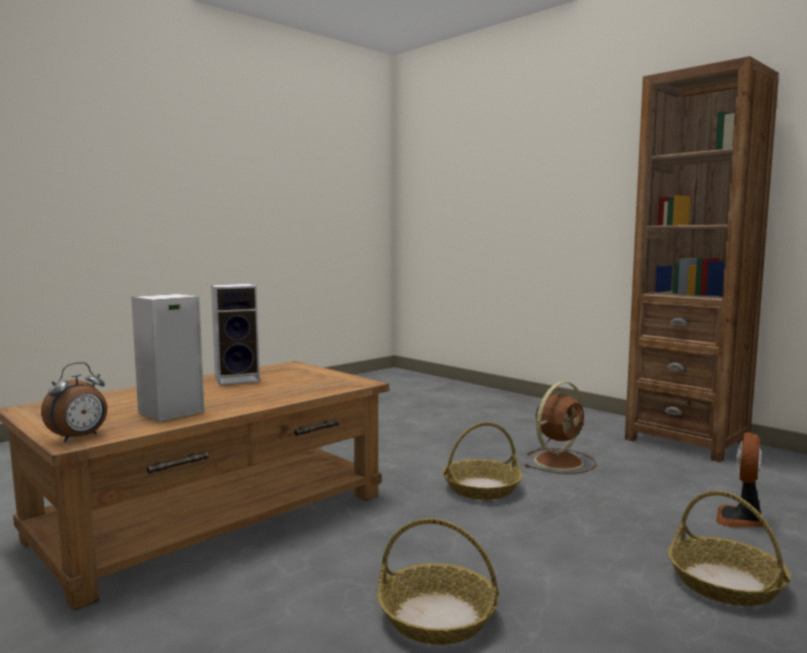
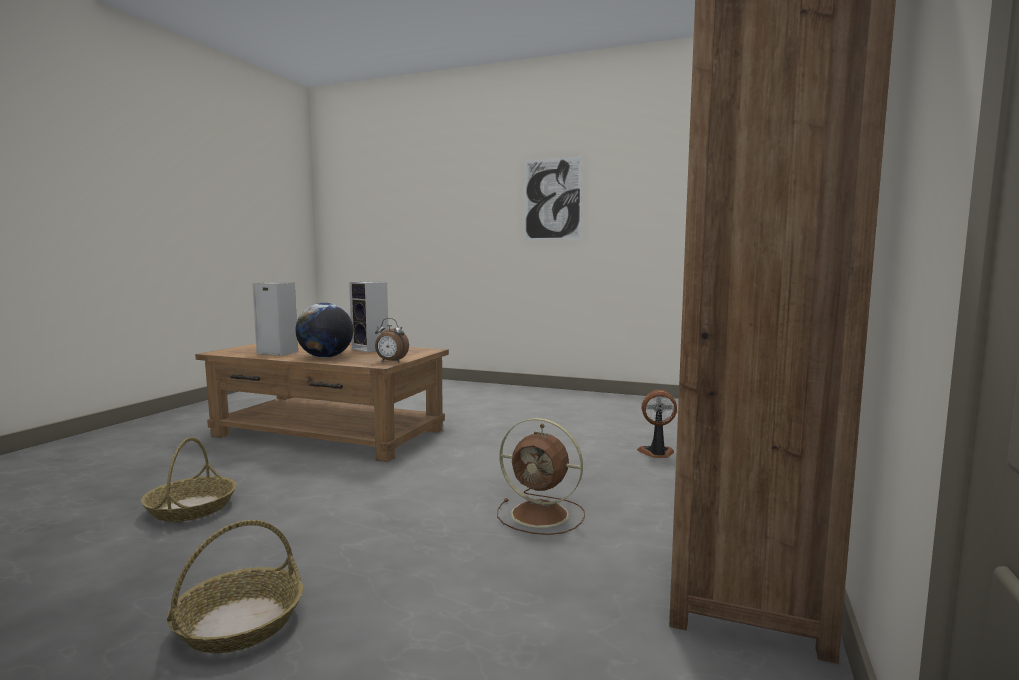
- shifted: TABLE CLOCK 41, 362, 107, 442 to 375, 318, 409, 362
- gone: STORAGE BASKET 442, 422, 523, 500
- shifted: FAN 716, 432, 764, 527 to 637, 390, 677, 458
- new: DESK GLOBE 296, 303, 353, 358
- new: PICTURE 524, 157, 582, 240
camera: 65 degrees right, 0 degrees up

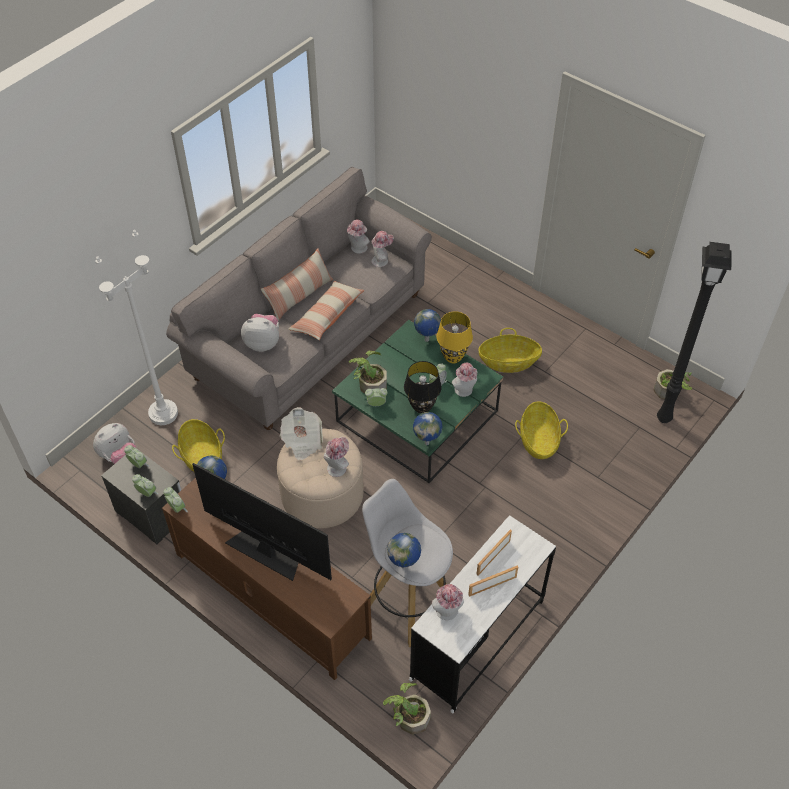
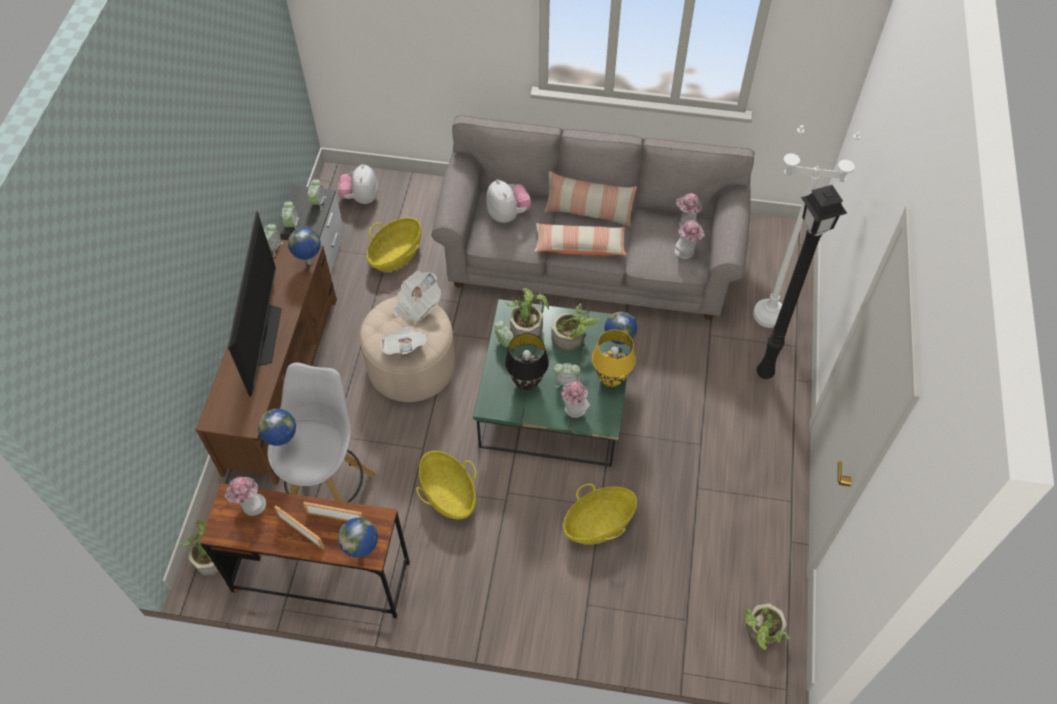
- rotated: SOFT TOY 93, 423, 136, 464 = 338, 164, 378, 204 75 degrees clockwise
- shifted: WHITE-COLOURED STANDARD LAMP 95, 230, 178, 425 to 753, 125, 861, 328
- swapped: WEARABLE HAT 324, 437, 349, 477 to DAILY PAPER 381, 326, 428, 355
- repainted: WHITE-COLOURED DESK UNIT 409, 515, 556, 714 to BROWNISH DESK UNIT 200, 483, 410, 618
- shifted: DESK GLOBE 413, 412, 442, 445 to 338, 518, 378, 558
- shifted: STORAGE BASKET 478, 328, 542, 373 to 416, 451, 476, 519
- shifted: BLACKISH STANDARD LAMP 657, 242, 731, 423 to 757, 185, 847, 379
- new: POTTED PLANT 551, 303, 599, 351
camera: 60 degrees right, 5 degrees up

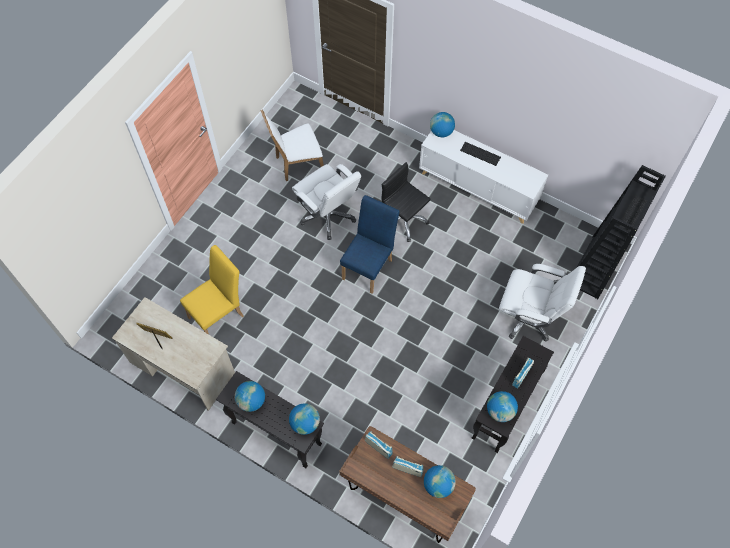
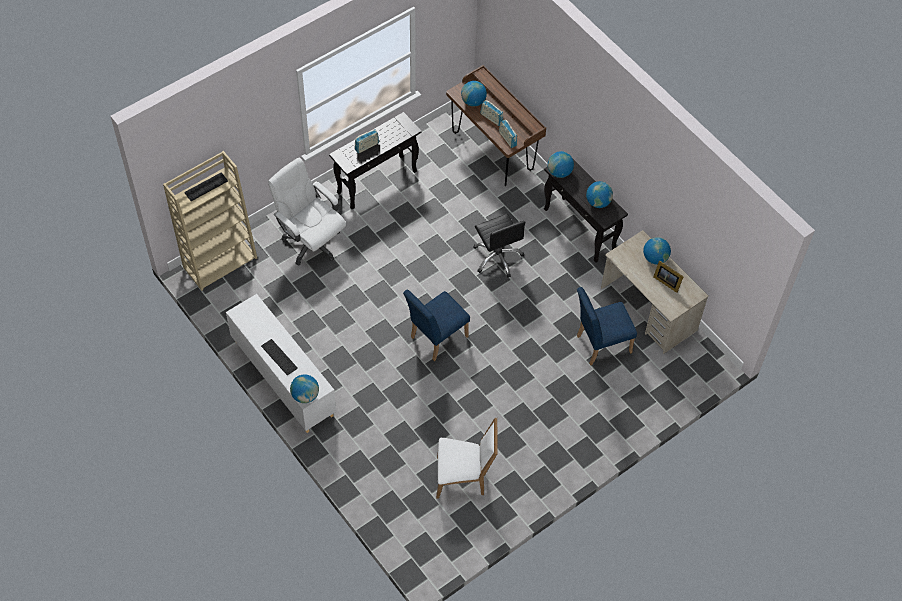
- repainted: YELLOW CHAIR 180, 245, 244, 334 to BLUISH CHAIR 577, 287, 637, 365
- gone: WHITE-COLOURED DESK CHAIR 292, 164, 361, 240
- shifted: BLACKISH DESK CHAIR 382, 162, 430, 242 to 473, 214, 525, 278
- shifted: DESK GLOBE 487, 391, 518, 422 to 643, 237, 671, 264
- repainted: BLACKISH BOOKCASE 576, 165, 666, 299 to SAND-COLOURED BOOKCASE 163, 151, 257, 291
camera: 160 degrees left, 5 degrees down

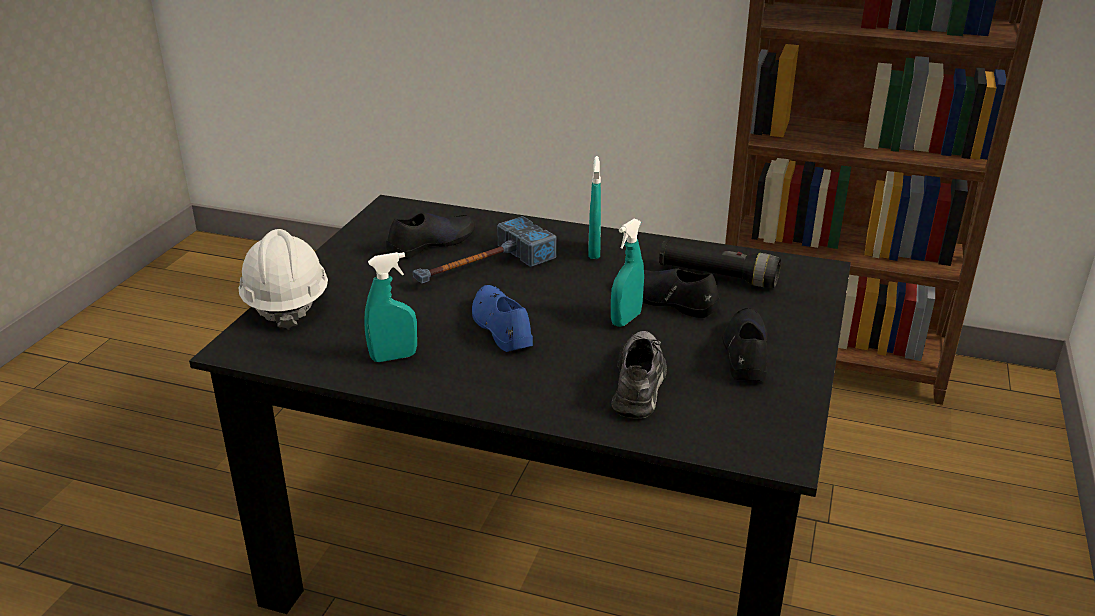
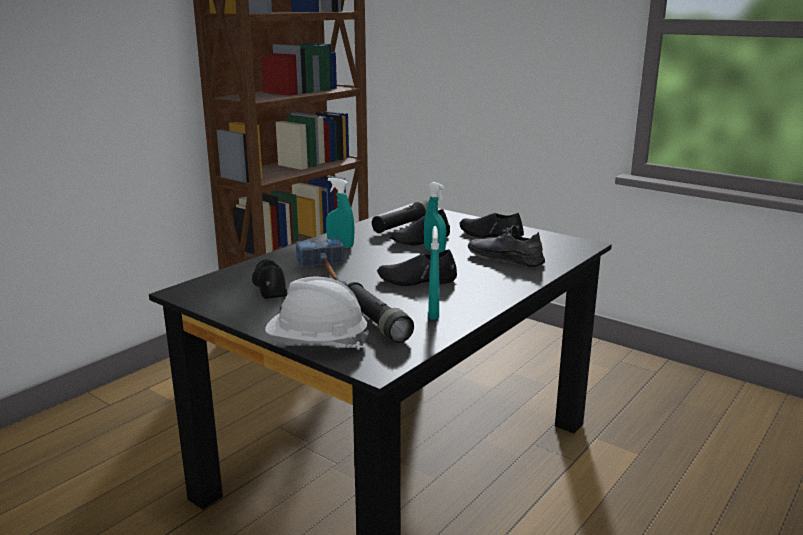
- repainted: BLUISH LOW SHOE 472, 285, 533, 352 to BLACKISH LOW SHOE 377, 249, 457, 286
- new: BLACKISH FLASHLIGHT 347, 282, 414, 343
camera: 70 degrees left, 10 degrees down

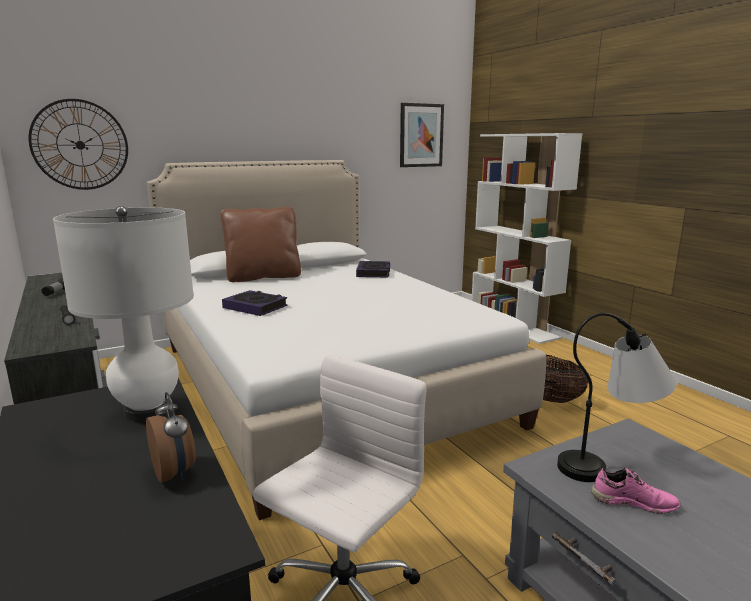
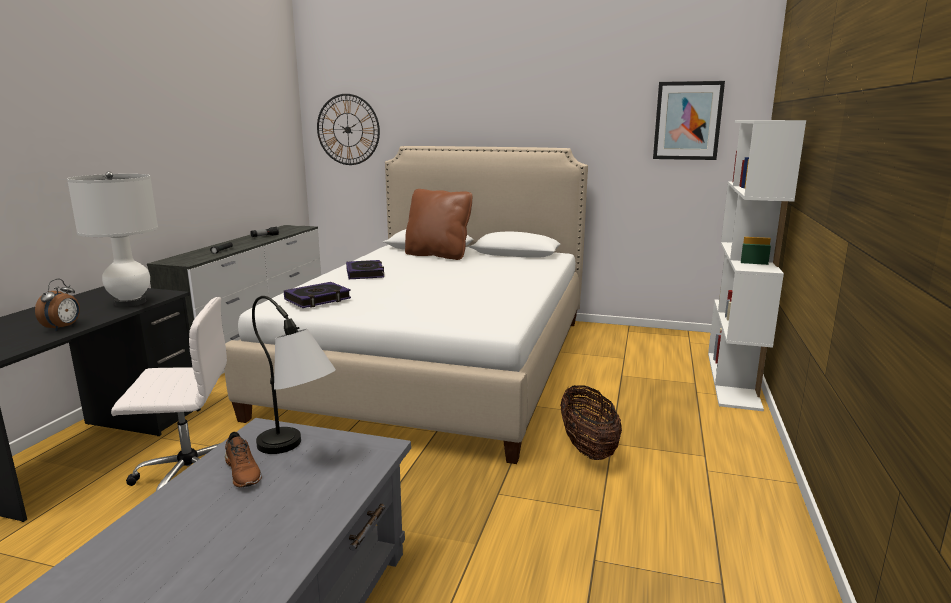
- shifted: BOUND BOOK 356, 261, 390, 277 to 284, 282, 351, 308
- repainted: PINK LOW SHOE 591, 467, 681, 514 to BROWNISH LOW SHOE 225, 431, 262, 487
camera: 45 degrees right, 0 degrees up

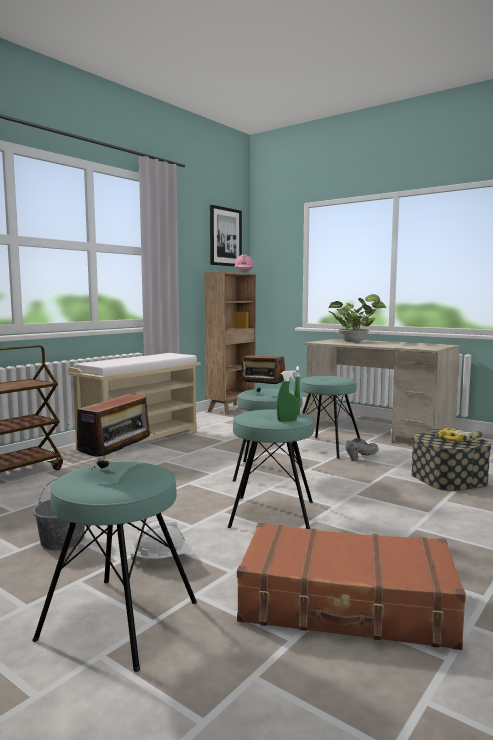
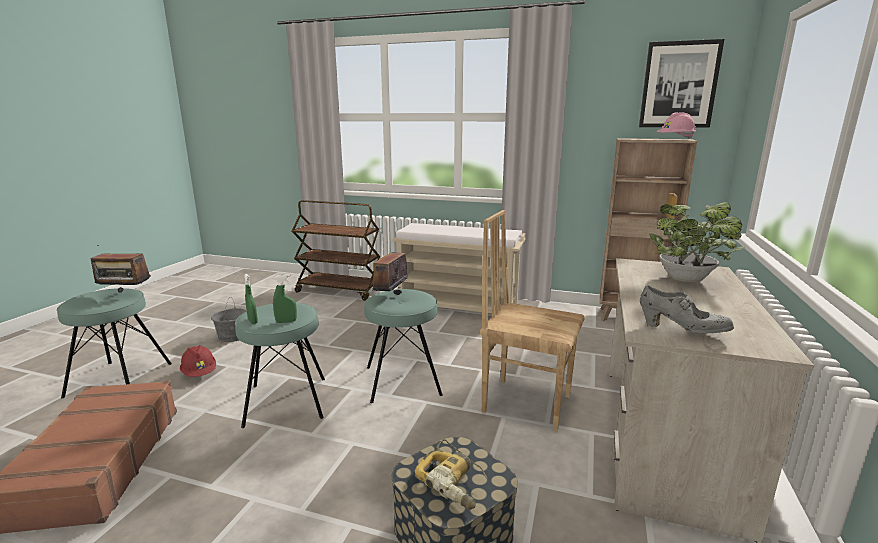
- repainted: WHITE-COLOURED WORK HELMET 130, 518, 192, 563 to REDDISH WORK HELMET 180, 345, 216, 377
- swapped: TURQUOISE-COLOURED SITTING STOOL 300, 376, 360, 459 to BROWNISH CHAIR 480, 210, 585, 432
- shifted: GREYISH LOW SHOE 345, 438, 379, 461 to 640, 285, 734, 333
camera: 70 degrees right, 10 degrees up

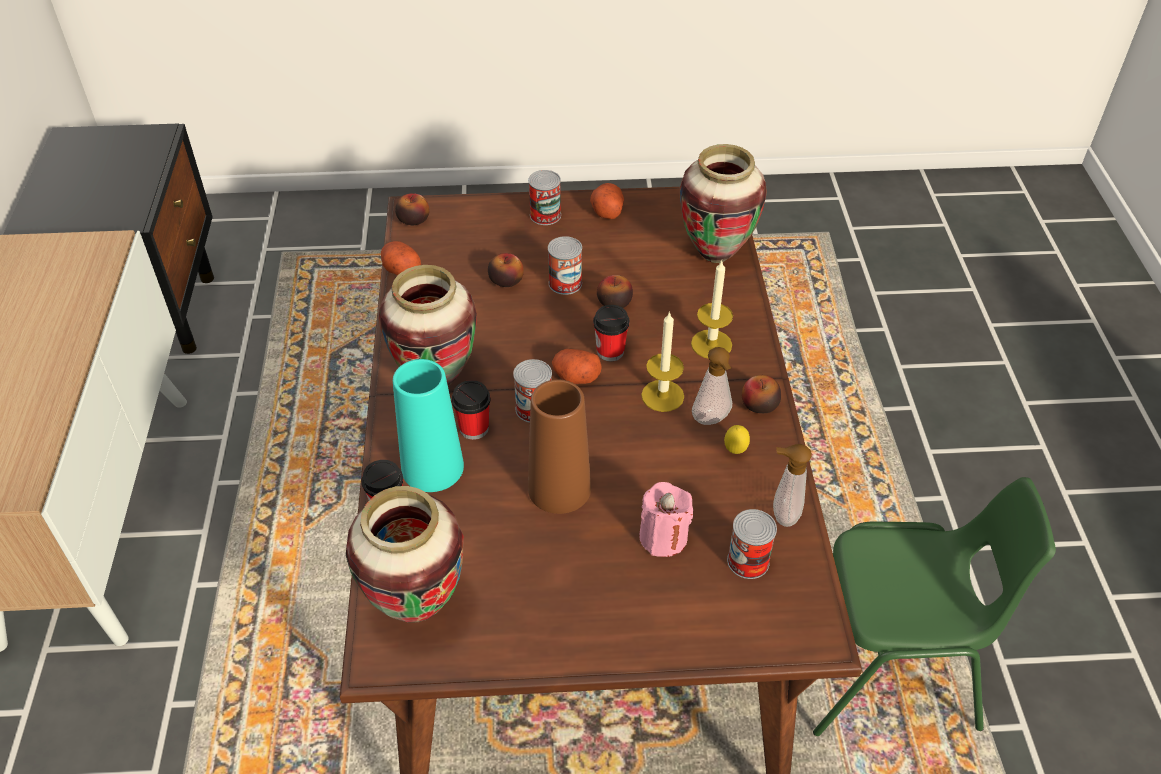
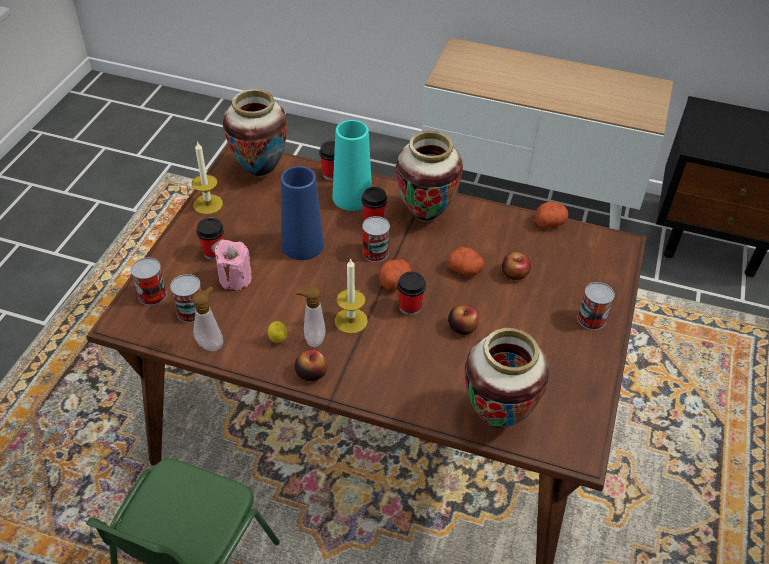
- gone: APPLE 395, 193, 429, 225
- repainted: BROWNISH DECORATIVE VASE 528, 380, 591, 514 to BLUISH DECORATIVE VASE 281, 166, 324, 260
- shifted: CAN 548, 236, 582, 295 to 131, 258, 167, 305
- shifted: SPUD 590, 183, 624, 219 to 448, 247, 485, 276
- shifted: CANDLE 691, 260, 733, 359 to 192, 141, 223, 215
- new: DRINKING CUP 196, 218, 224, 260
camera: 110 degrees right, 0 degrees up

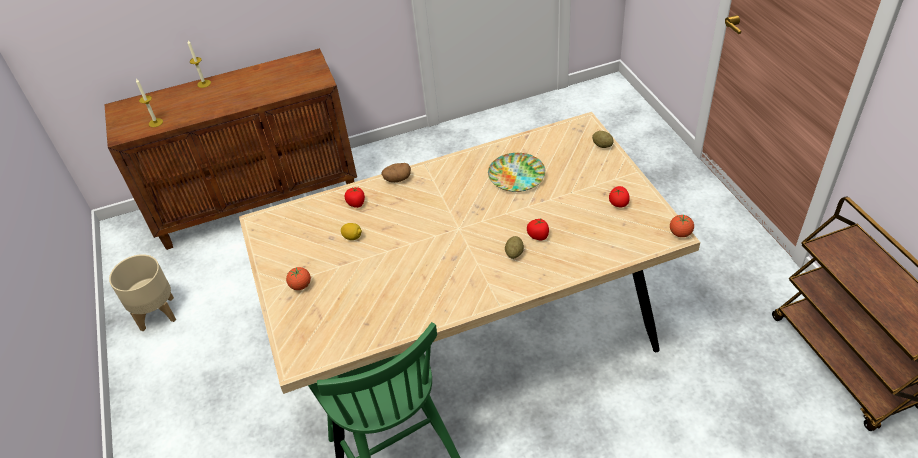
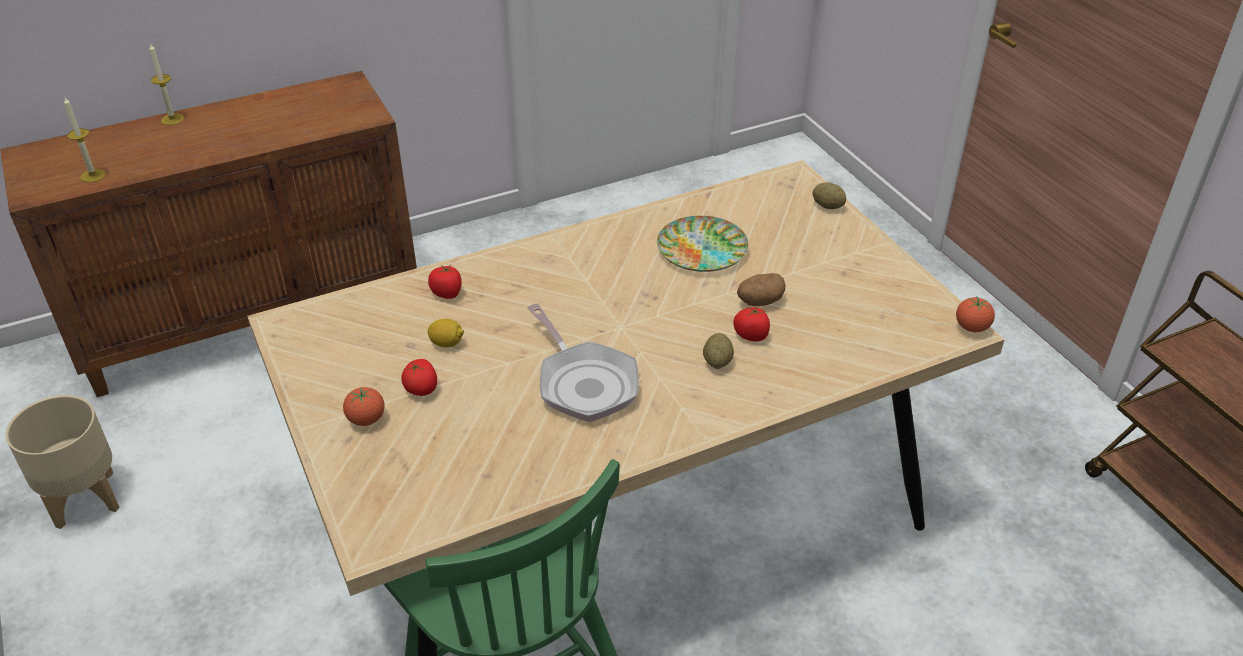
- shifted: SPUD 381, 163, 411, 182 to 737, 273, 785, 306
- shifted: TOMATO 609, 186, 630, 208 to 401, 359, 437, 396
- new: SKILLET 527, 304, 639, 422
camera: 10 degrees left, 5 degrees down

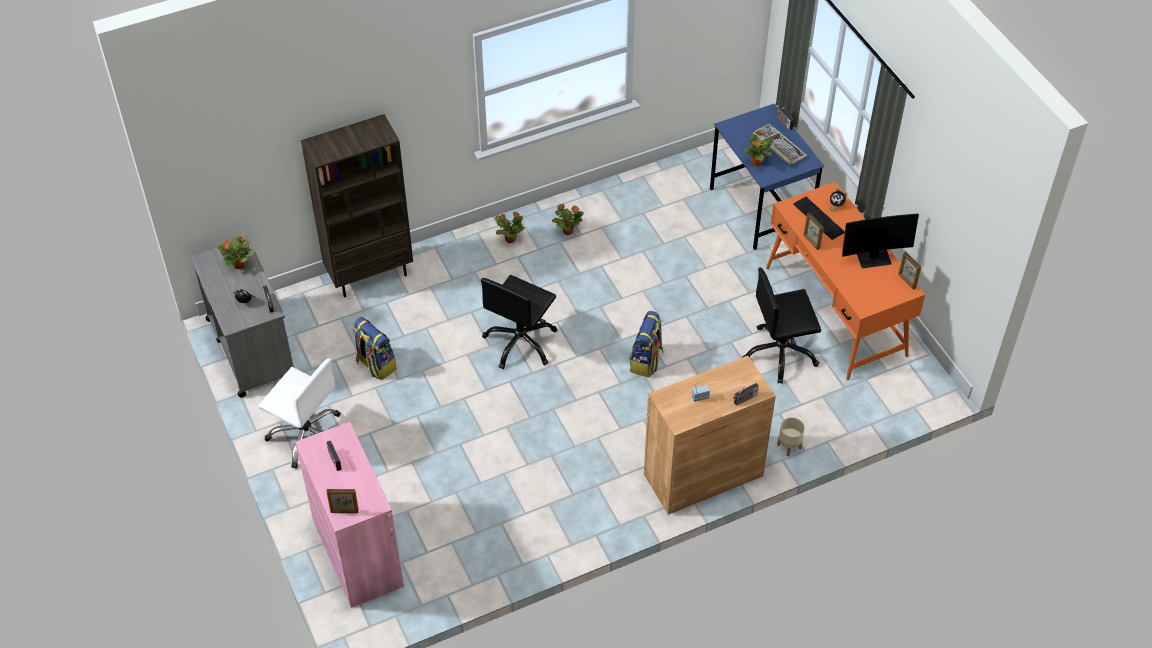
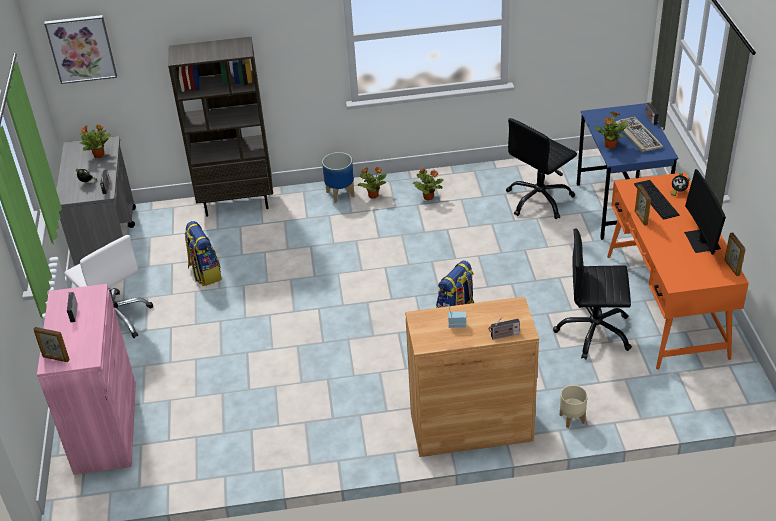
- shifted: BLACKISH DESK CHAIR 481, 275, 558, 369 to 506, 118, 577, 219
- rotated: MONITOR 842, 214, 919, 268 = 684, 169, 726, 255 75 degrees clockwise
- new: PICTURE 44, 15, 117, 84
- new: PLANT POT 322, 152, 354, 203
camera: 20 degrees right, 10 degrees down

